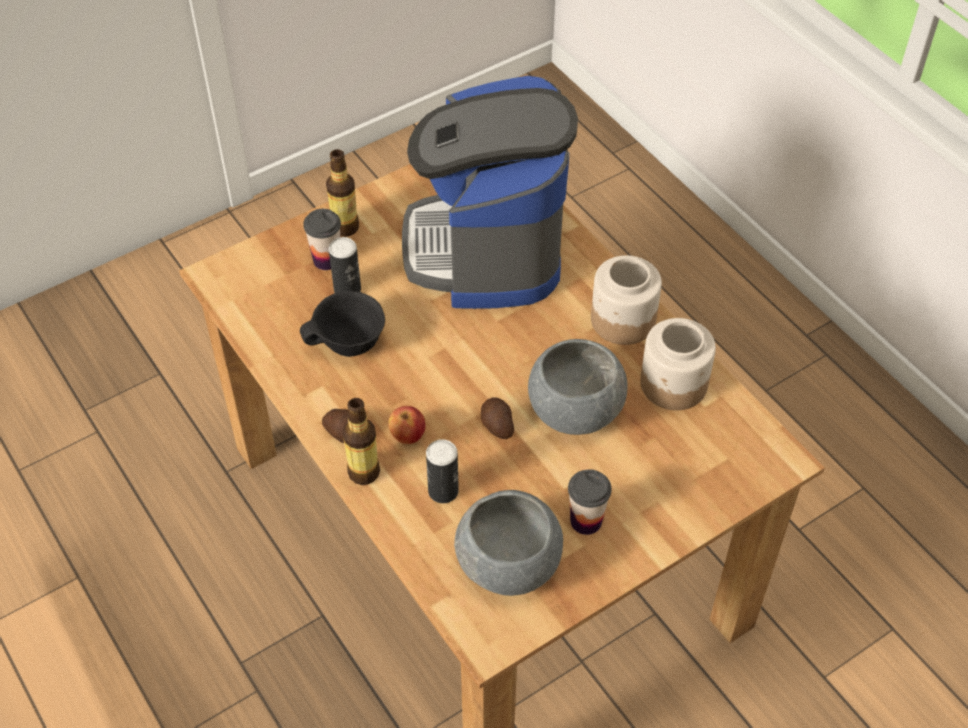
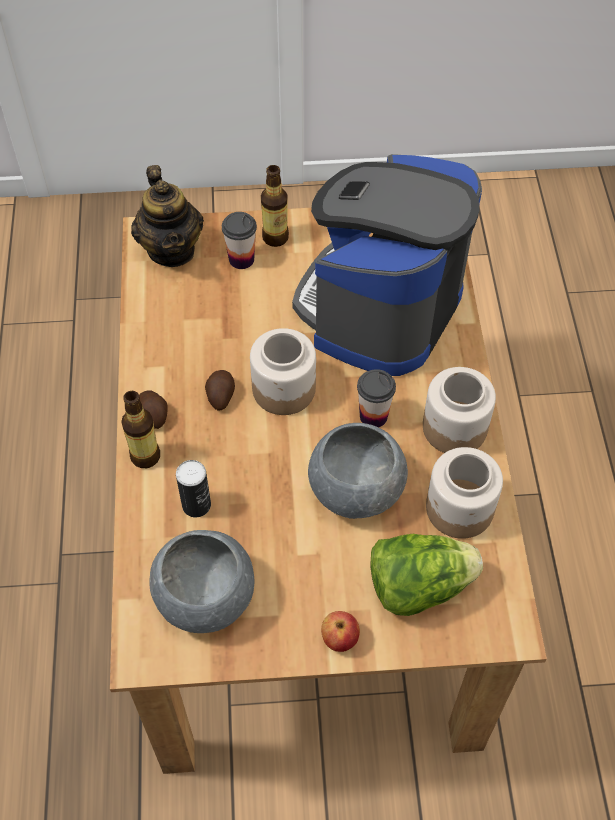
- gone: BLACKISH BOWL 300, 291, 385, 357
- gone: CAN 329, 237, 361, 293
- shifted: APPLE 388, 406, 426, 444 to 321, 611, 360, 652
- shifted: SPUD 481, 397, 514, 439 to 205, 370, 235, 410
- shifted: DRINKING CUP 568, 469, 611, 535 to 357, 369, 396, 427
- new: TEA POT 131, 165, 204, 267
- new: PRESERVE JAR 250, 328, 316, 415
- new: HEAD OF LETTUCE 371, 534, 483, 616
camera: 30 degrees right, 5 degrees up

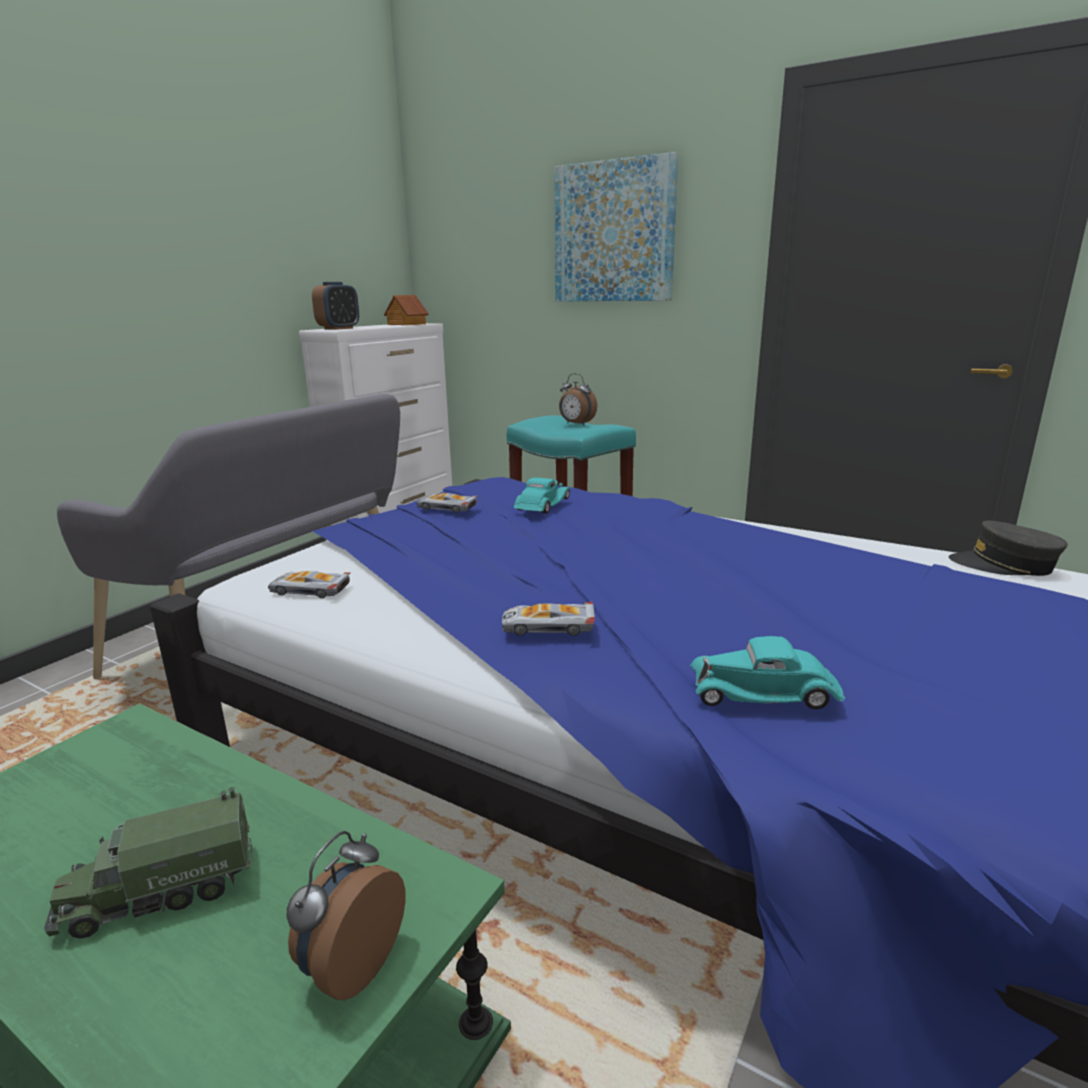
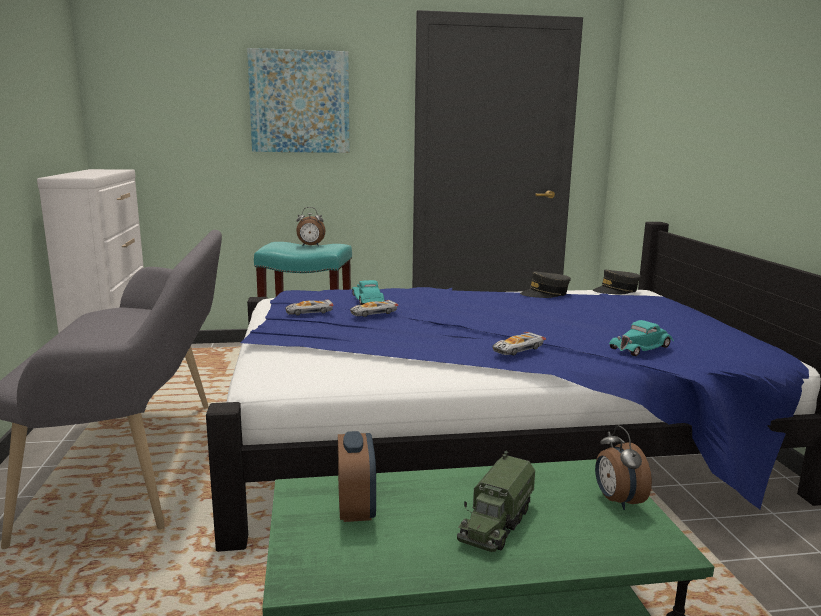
- shifted: MODEL CAR 268, 571, 351, 598 to 350, 300, 398, 317
- shifted: TABLE CLOCK 312, 282, 359, 330 to 338, 431, 376, 522
- gone: MINIATURE HOUSE 384, 295, 429, 325
- new: GREYISH CAP 520, 271, 571, 298
camera: 40 degrees left, 5 degrees down

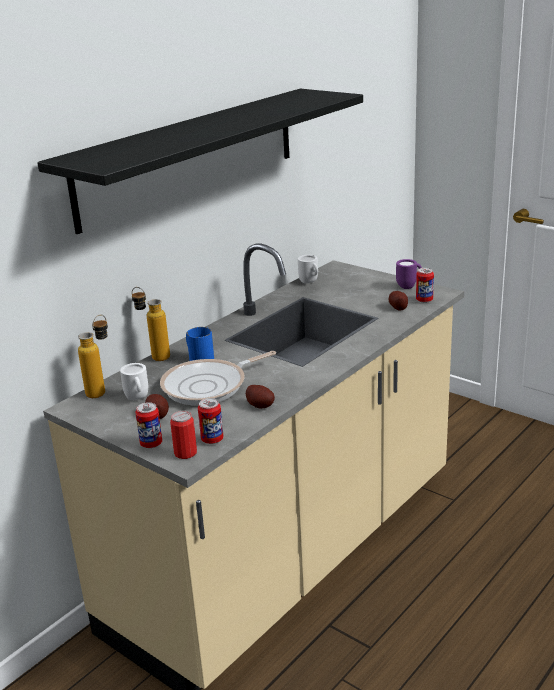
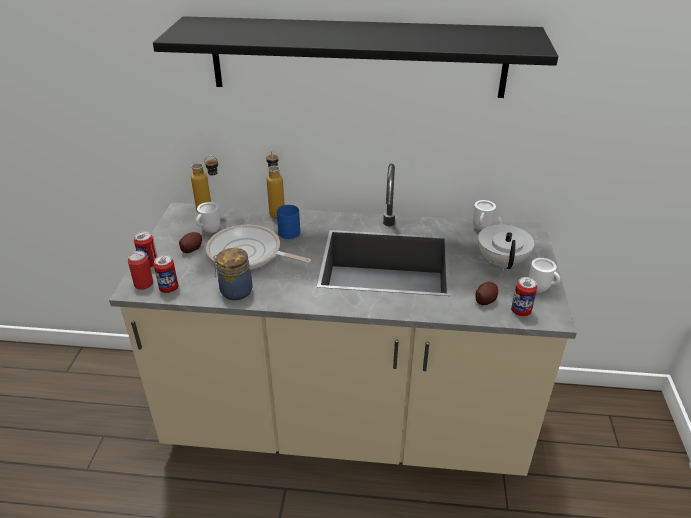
- swapped: SPUD 246, 385, 275, 409 to PRESERVE JAR 213, 248, 253, 300
- repainted: PURPLE MUG 396, 259, 422, 289 to WHITE-COLOURED MUG 529, 258, 560, 293
- new: WHITE-COLOURED TEA POT 478, 216, 535, 271
camera: 55 degrees right, 10 degrees up

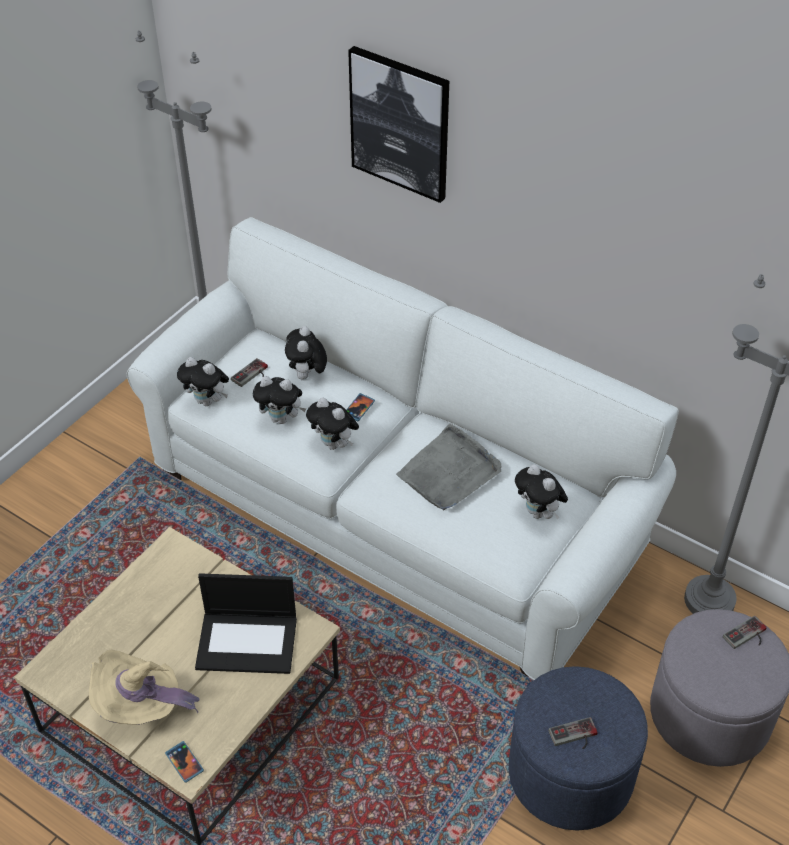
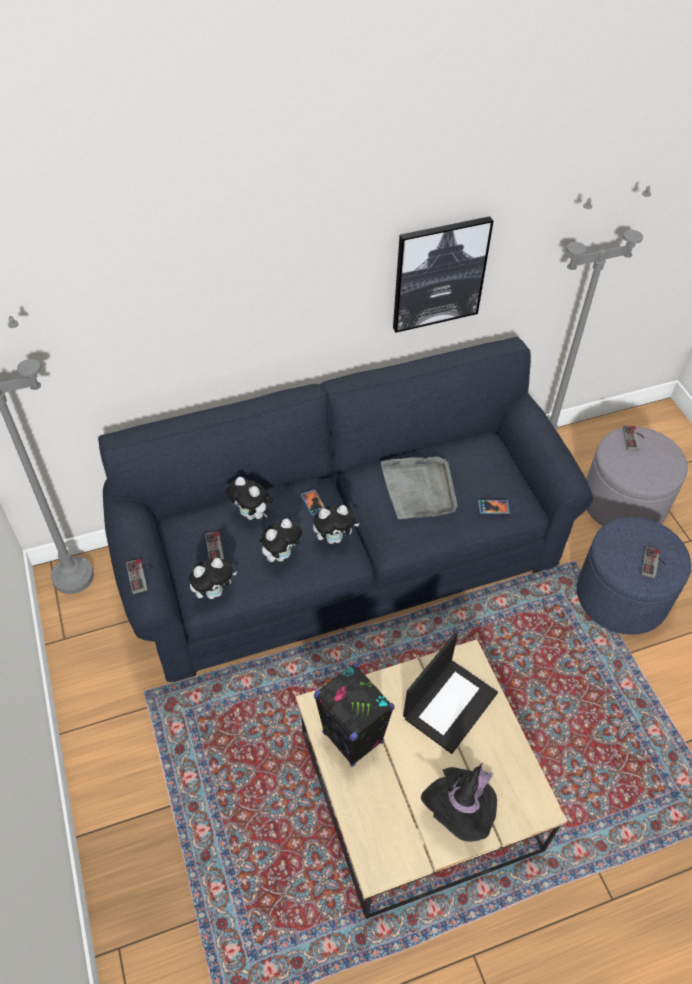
- repainted: SAND-COLOURED WEARABLE HAT 89, 650, 200, 725 to BLACKISH WEARABLE HAT 421, 764, 497, 842
- repainted: WHITE-COLOURED SOFA 127, 217, 679, 680 to BLUISH SOFA 98, 337, 593, 682
- shifted: TELEPHONE 165, 741, 204, 783 to 478, 500, 510, 514
- shifted: PICTURE 348, 46, 449, 203 to 393, 216, 493, 333
- gone: SOFT TOY 515, 464, 568, 519
- new: JOYPAD 126, 559, 153, 594
- new: BLACKISH LOUDSPEAKER 314, 663, 394, 767
camera: 55 degrees left, 5 degrees up

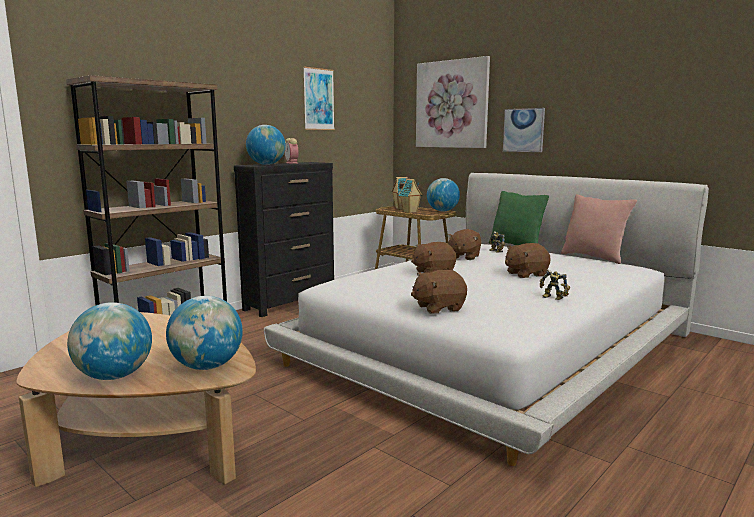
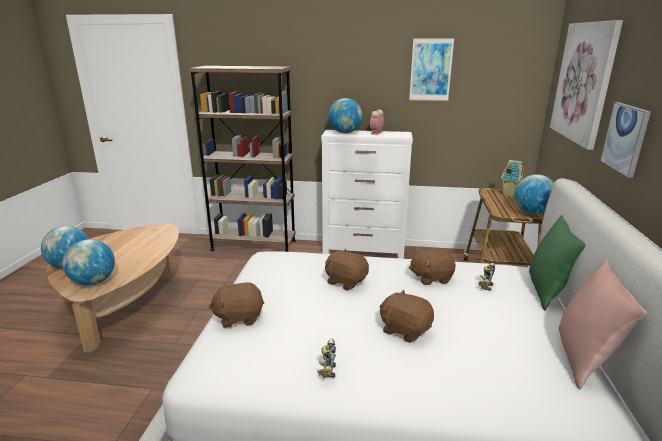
- repainted: BLACKISH DRAWER CHEST 234, 162, 334, 317 to WHITE-COLOURED DRAWER CHEST 321, 130, 413, 259
- gone: MINIATURE HOUSE 398, 178, 422, 213
- rotated: BROWNISH SOFT TOY 411, 270, 467, 314 = 208, 283, 264, 328 45 degrees counterclockwise
camera: 55 degrees right, 10 degrees up

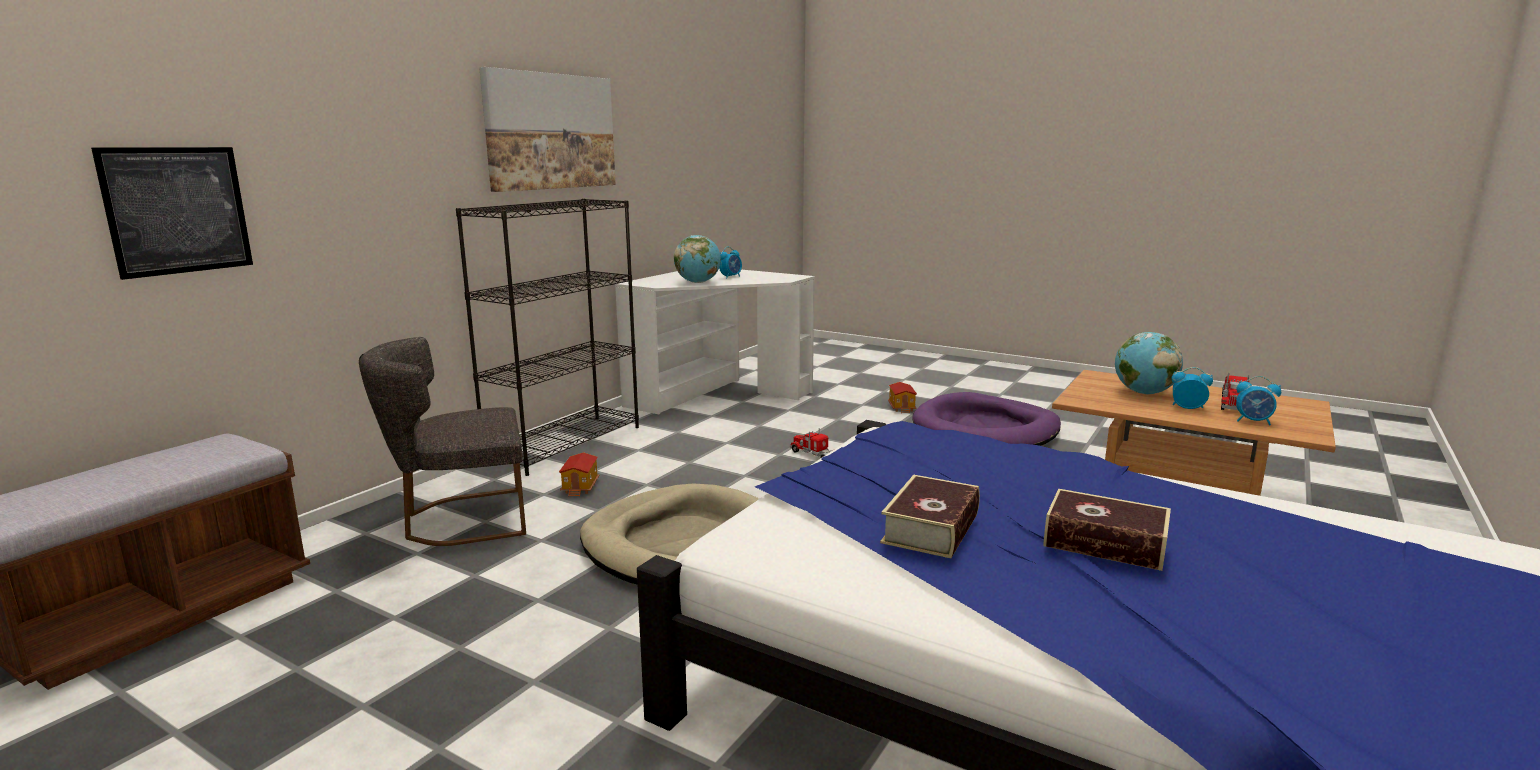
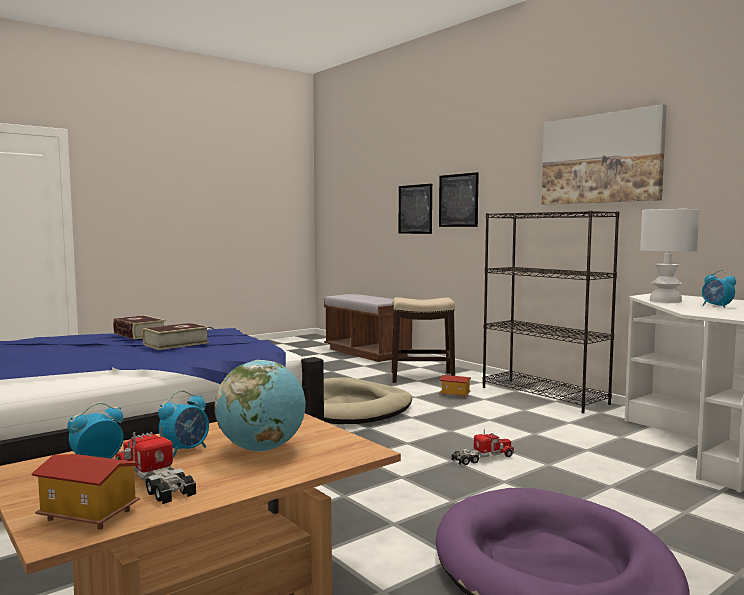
- swapped: GREYISH CHAIR 359, 337, 526, 546 to SITTING STOOL 392, 297, 455, 383
- swapped: DESK GLOBE 674, 235, 721, 283 to WHITE-COLOURED TABLE LAMP 640, 209, 700, 303
- shifted: MINIATURE HOUSE 888, 382, 917, 413 to 31, 454, 140, 530
- shifted: BOUND BOOK 1043, 489, 1171, 571 to 143, 323, 209, 350
- new: PICTURE 439, 172, 479, 227
camera: 110 degrees right, 10 degrees down

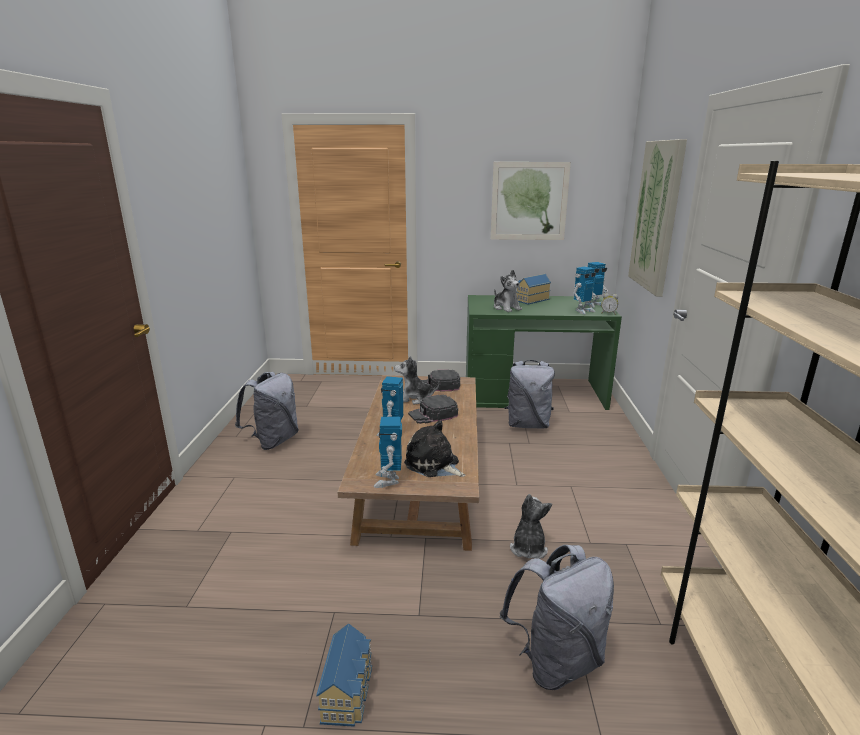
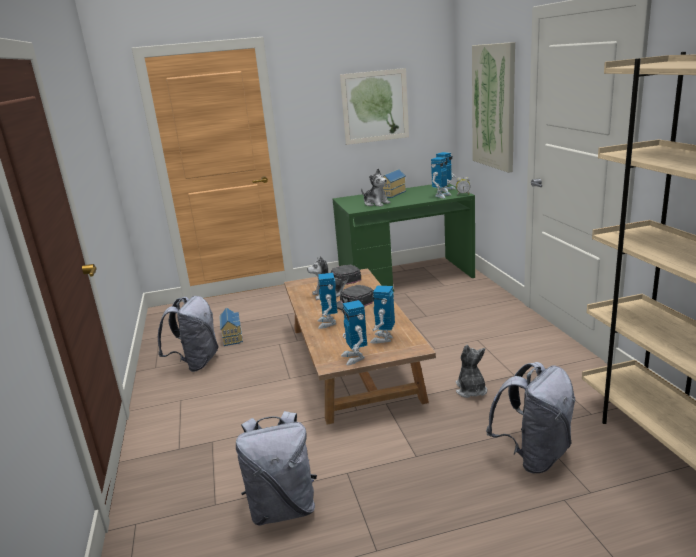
- shifted: MINIATURE HOUSE 316, 624, 372, 727 to 220, 308, 243, 346
- swapped: SOFT TOY 404, 420, 466, 477 to MODEL ROBOT 370, 285, 395, 344
- shifted: GREYISH RUCKSACK 505, 360, 555, 428 to 236, 411, 317, 526
camera: 15 degrees left, 0 degrees up

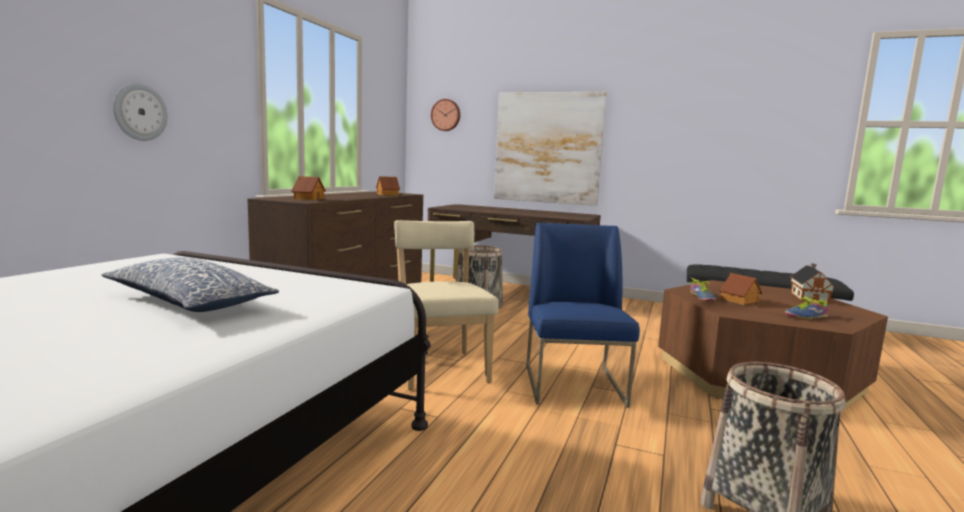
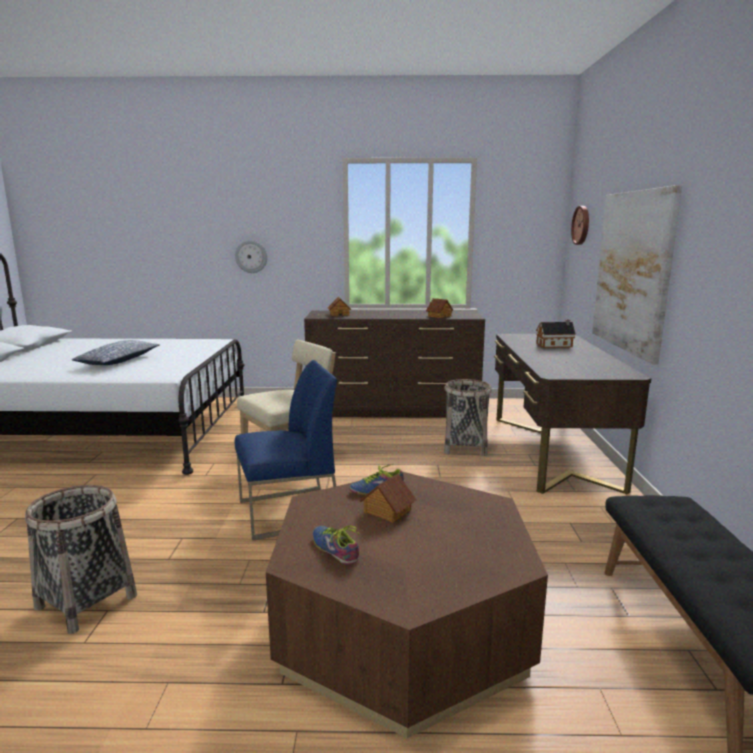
- shifted: MINIATURE HOUSE 790, 263, 835, 304 to 536, 319, 576, 348
camera: 70 degrees right, 5 degrees up

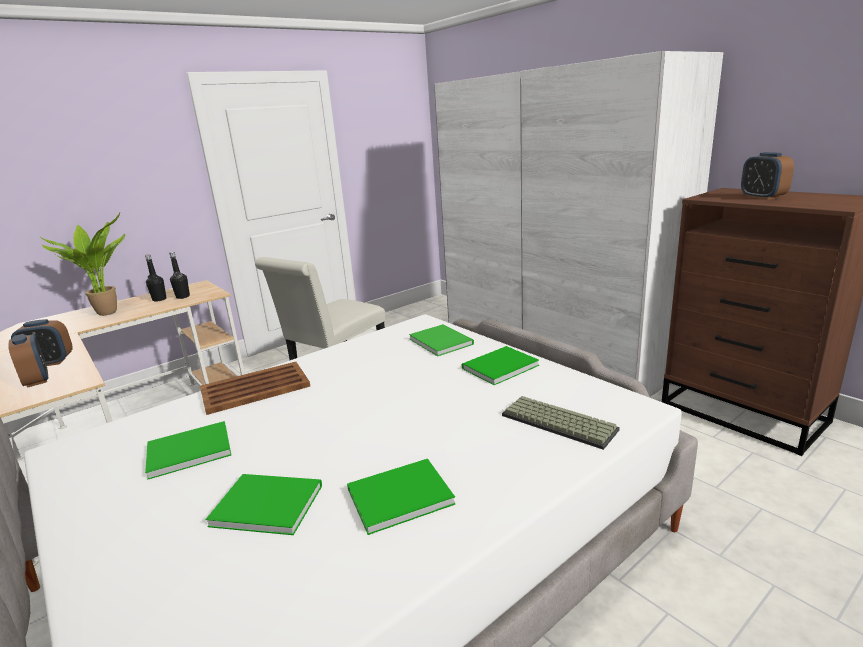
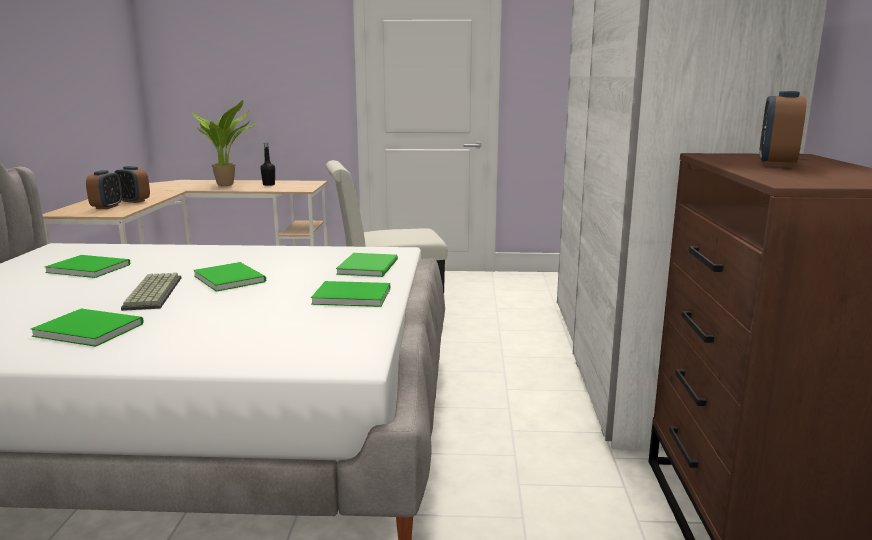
- gone: BLACKISH DRINK BOTTLE 169, 252, 190, 299
- gone: BROWNISH CARRYING TRAY 200, 362, 311, 415
- shifted: GREEN-COLOURED BOUND BOOK 205, 474, 322, 535 to 193, 262, 266, 292
- shifted: PC KEYBOARD 502, 396, 620, 450 to 121, 273, 181, 311
camera: 40 degrees right, 5 degrees down

